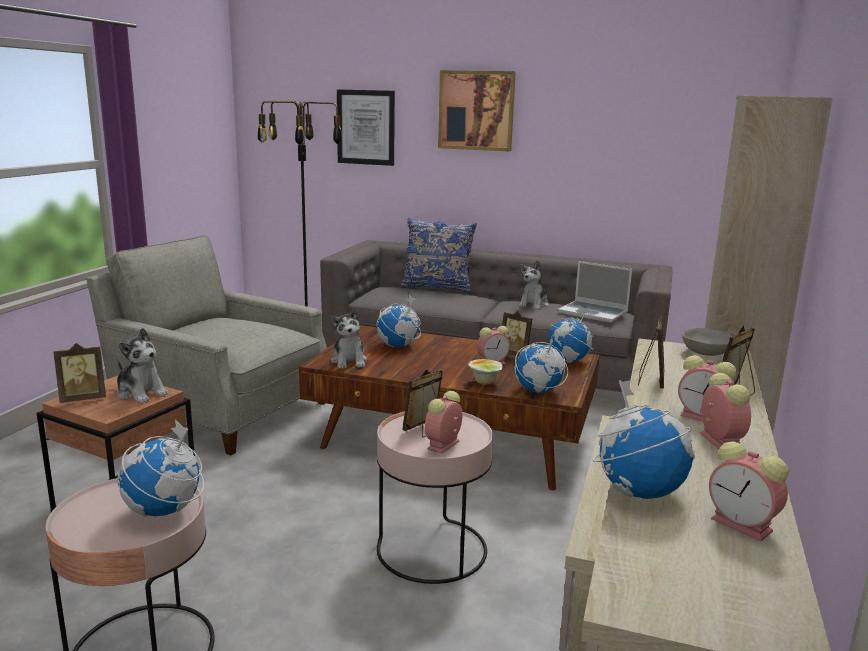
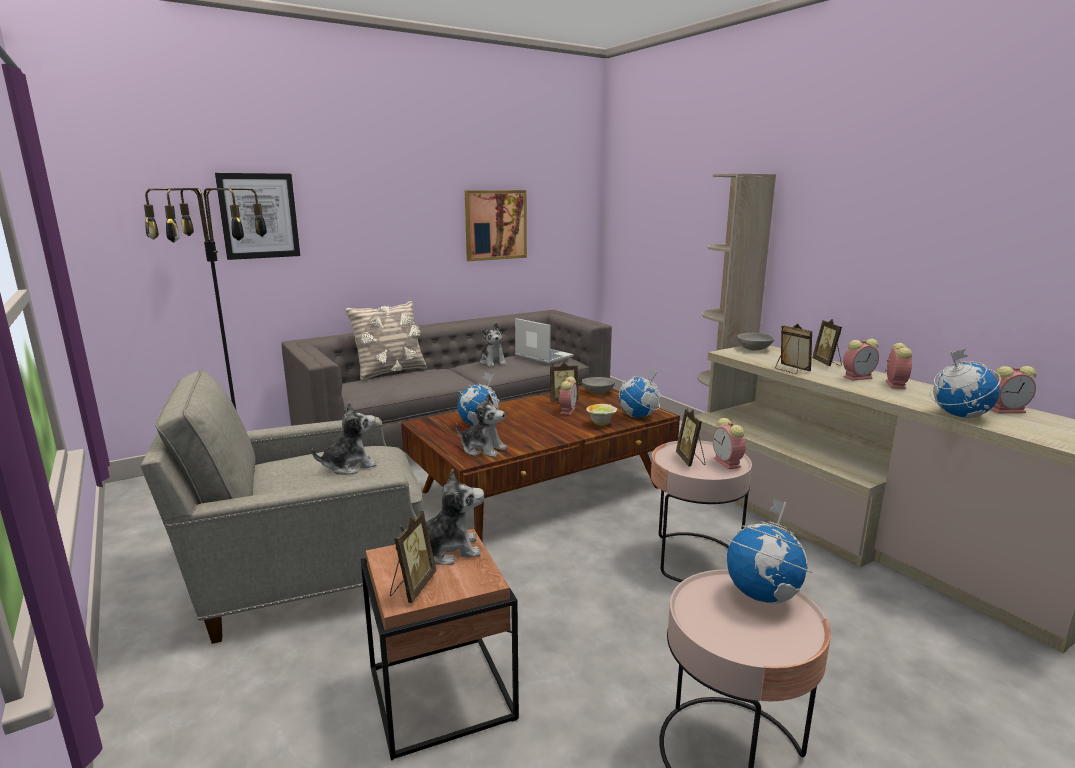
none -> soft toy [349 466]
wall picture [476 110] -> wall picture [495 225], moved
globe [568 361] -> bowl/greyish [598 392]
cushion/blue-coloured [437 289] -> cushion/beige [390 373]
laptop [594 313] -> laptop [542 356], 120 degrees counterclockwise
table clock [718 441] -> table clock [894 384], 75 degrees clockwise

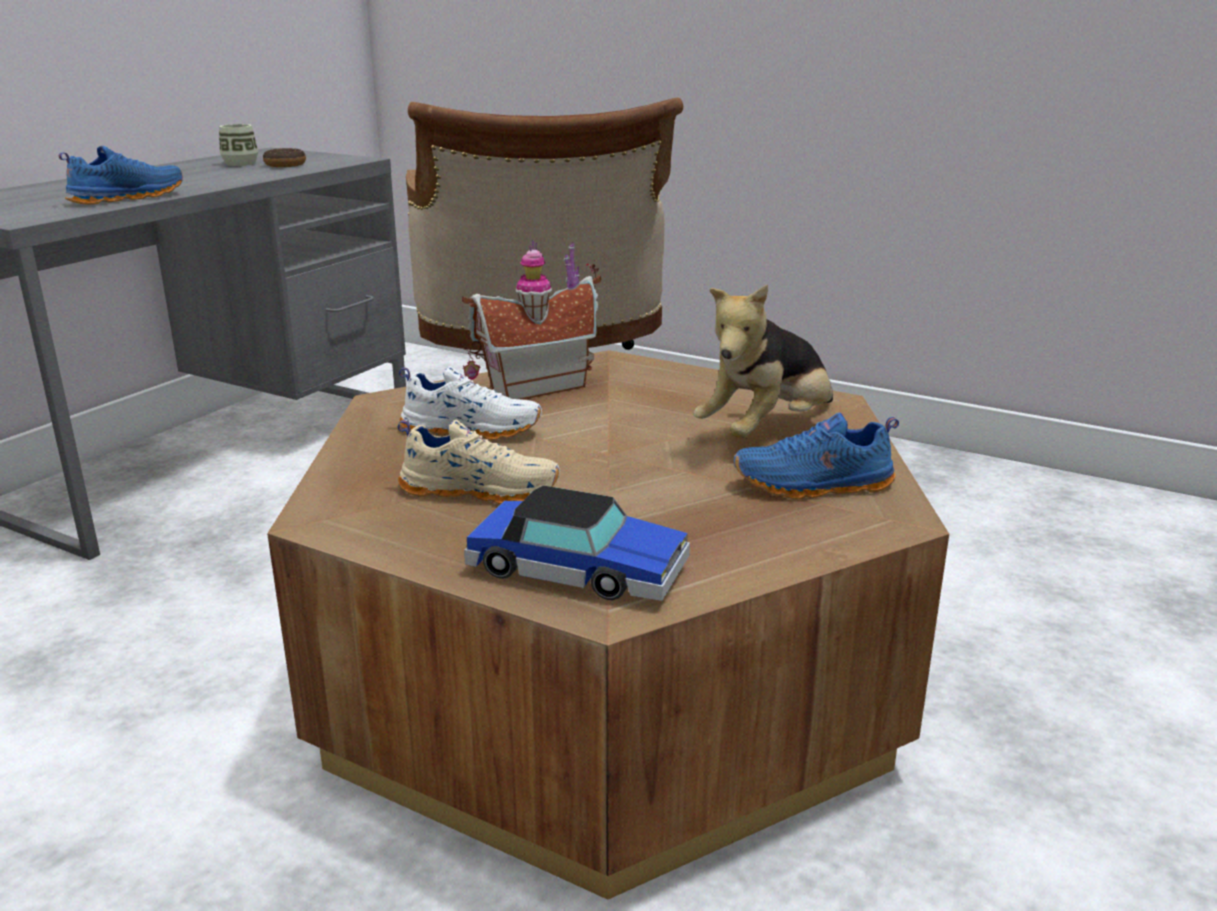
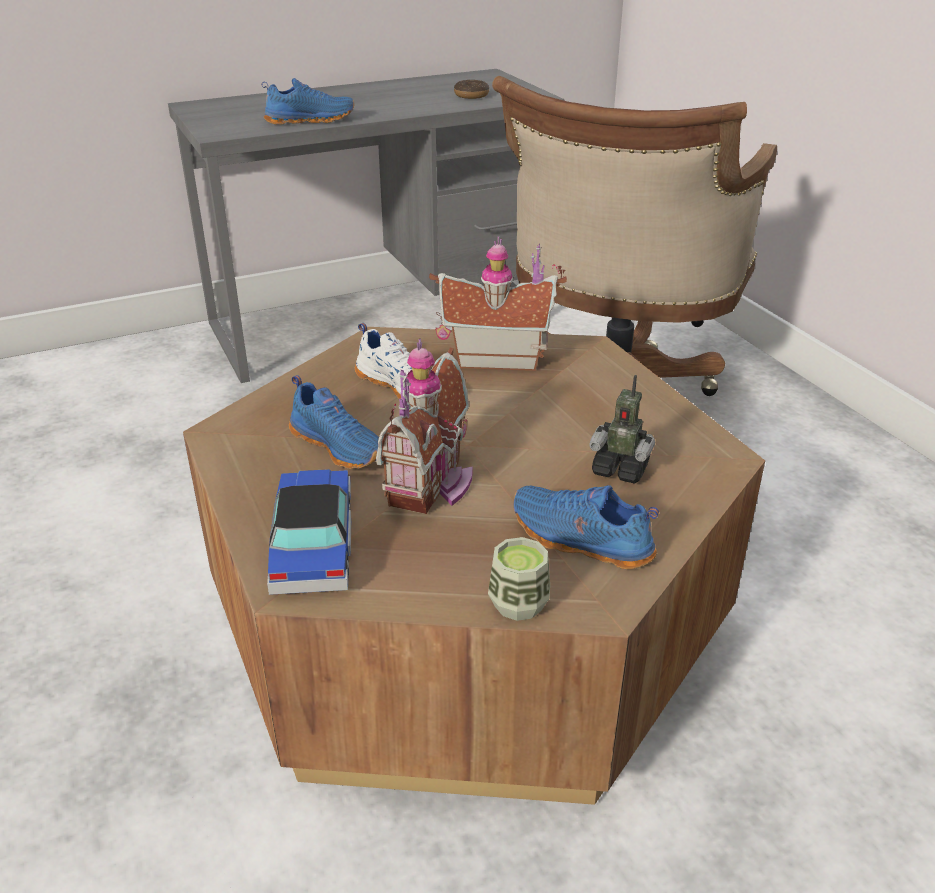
none -> model house [434 484]
cup [240 164] -> cup [518 603], moved
soft toy [767 431] -> toy robot [620 469]
low shoe/beige [481 490] -> low shoe/blue-coloured [340 446]
model car [578 569] -> model car [313 542], 150 degrees counterclockwise

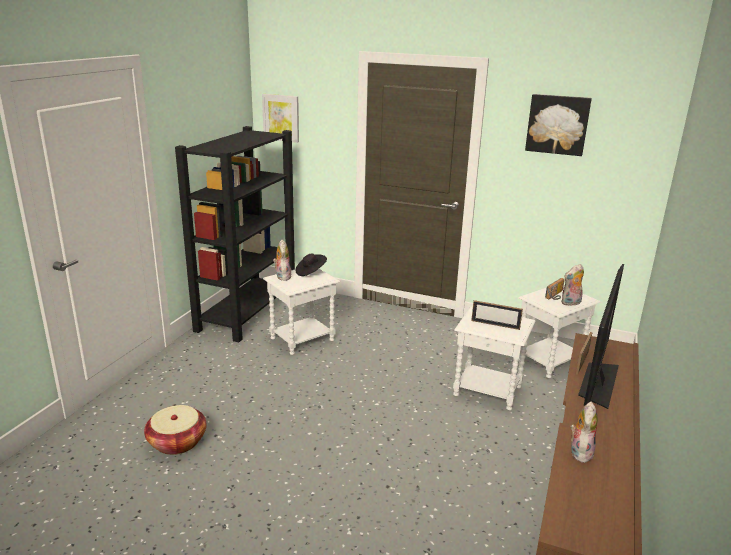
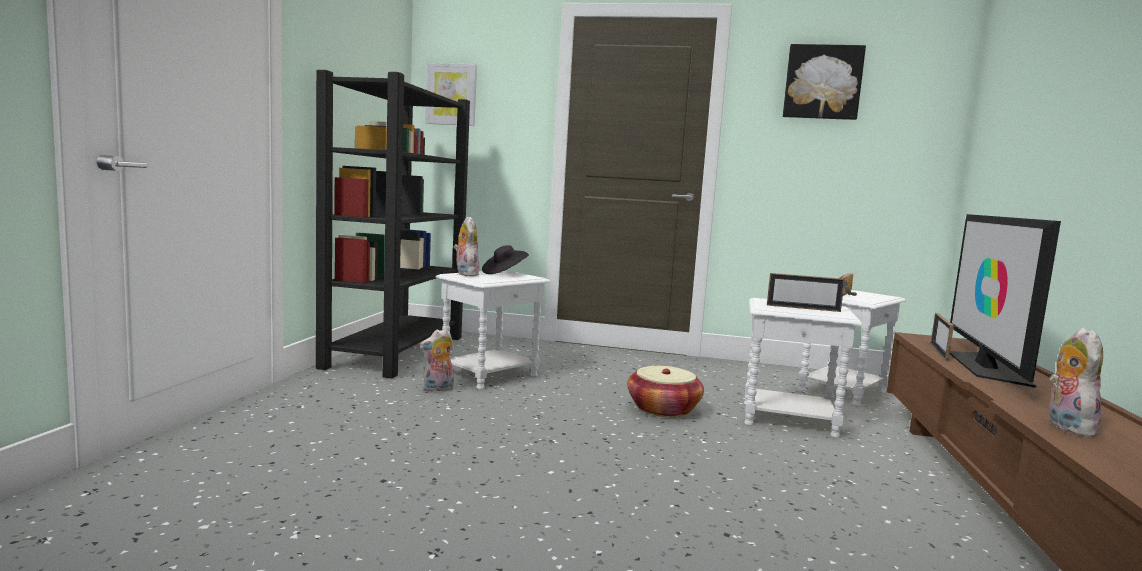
storage basket [177 442] -> storage basket [663 409], moved
soft toy [571 303] -> soft toy [438 389], moved

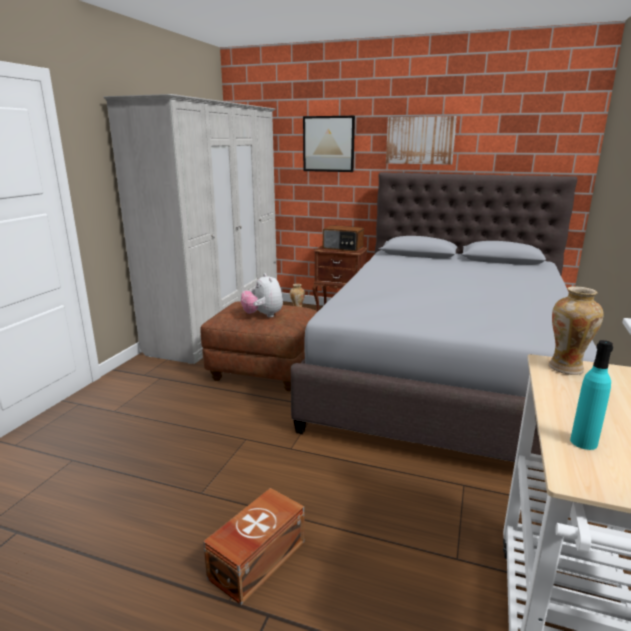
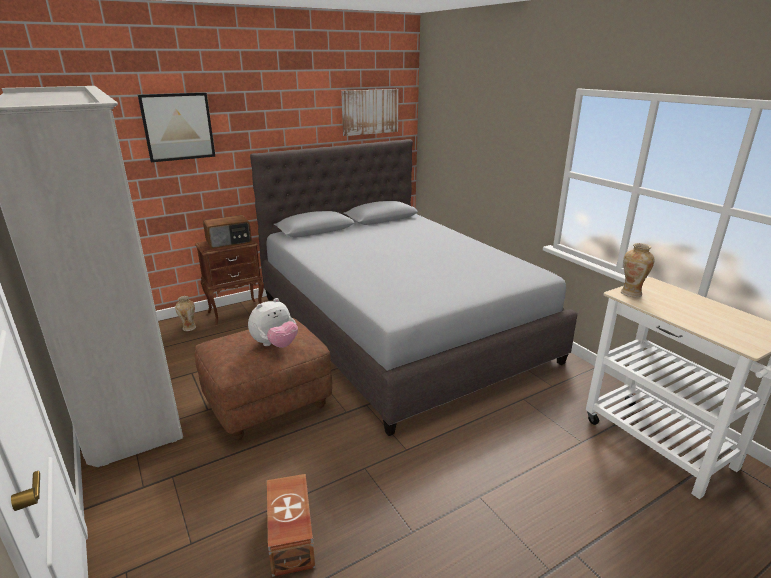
beverage bottle/turquoise-coloured [583 442] -> none
storage container/brown-coloured [255 559] -> storage container/brown-coloured [290 537], moved
wall picture [420 140] -> wall picture [370 112], moved
soft toy [263 315] -> soft toy [275 345], 60 degrees counterclockwise

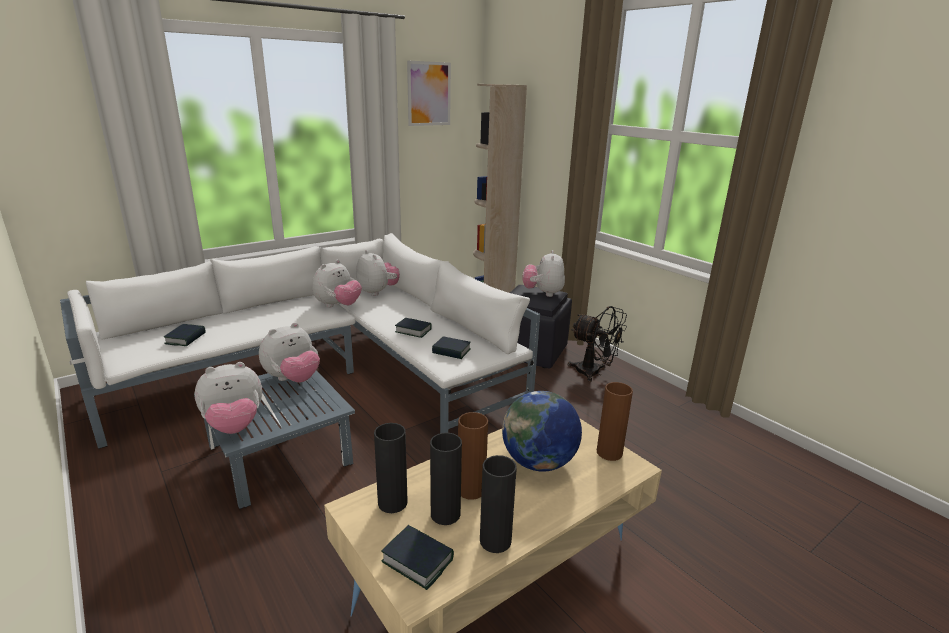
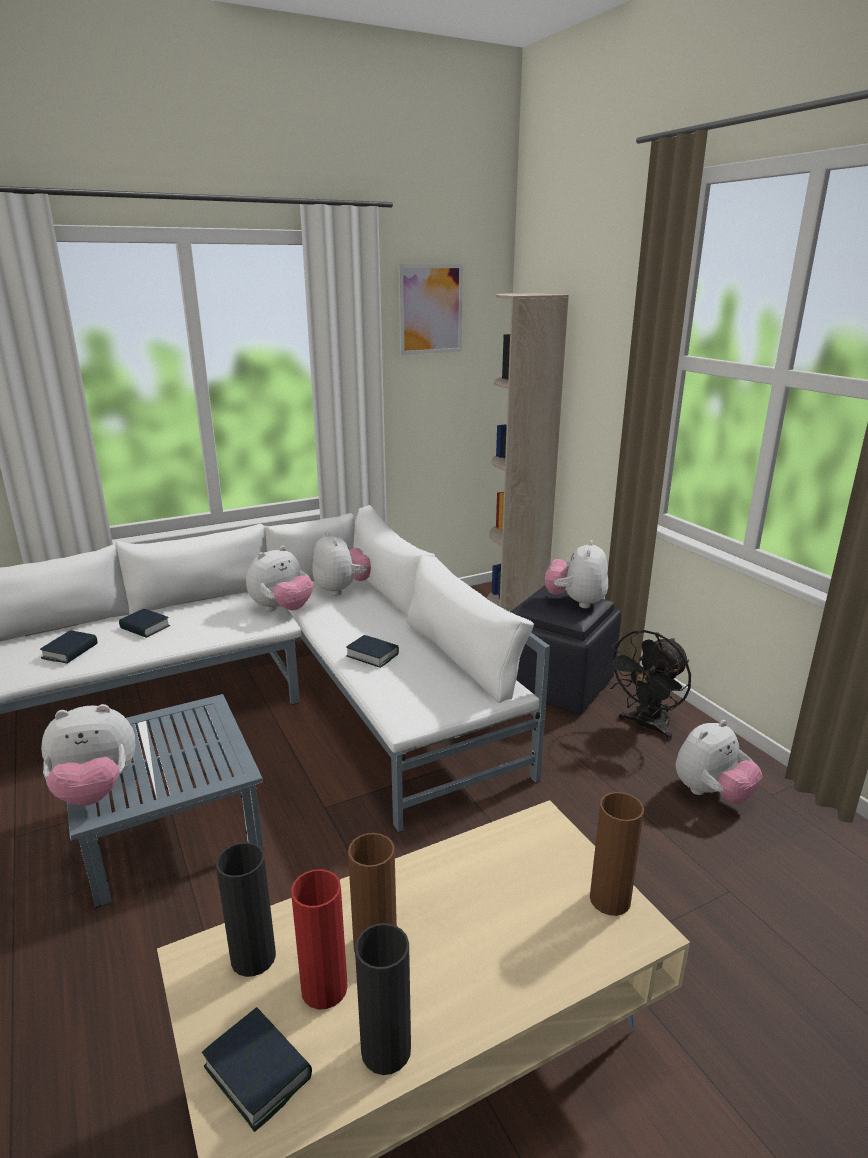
globe [538 462] -> none
soft toy [293 379] -> soft toy [711 793], moved
bound book [451 351] -> bound book [145 627], moved
decorative vase/black-coloured [445 514] -> decorative vase/red [324 988]
cooling fan/black-coloured [594 373] -> cooling fan/black-coloured [646 726], 90 degrees clockwise

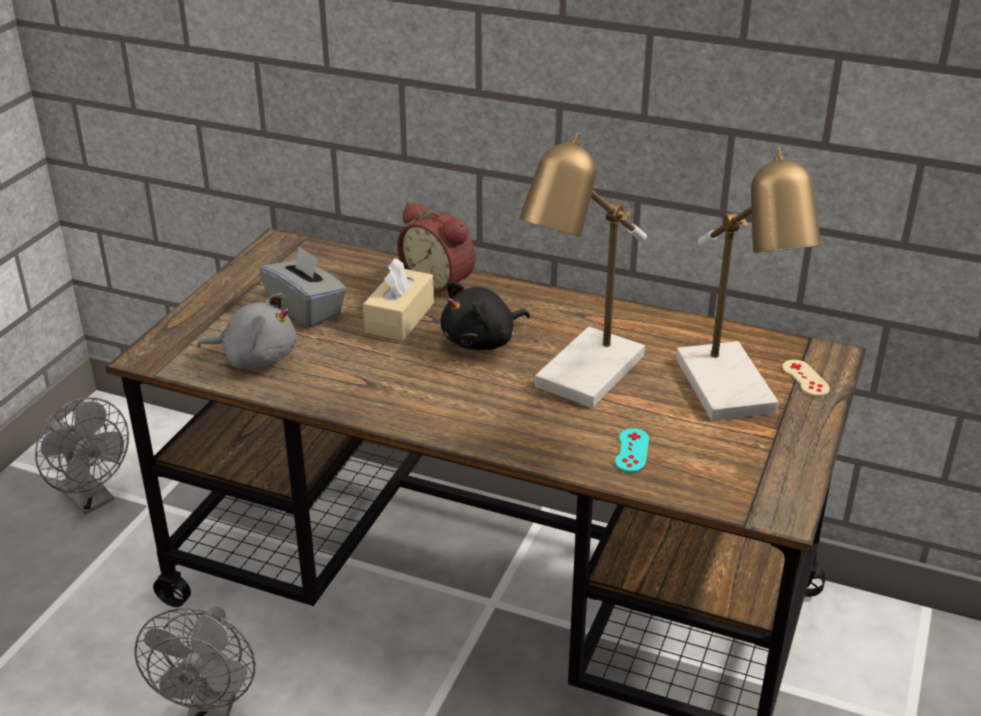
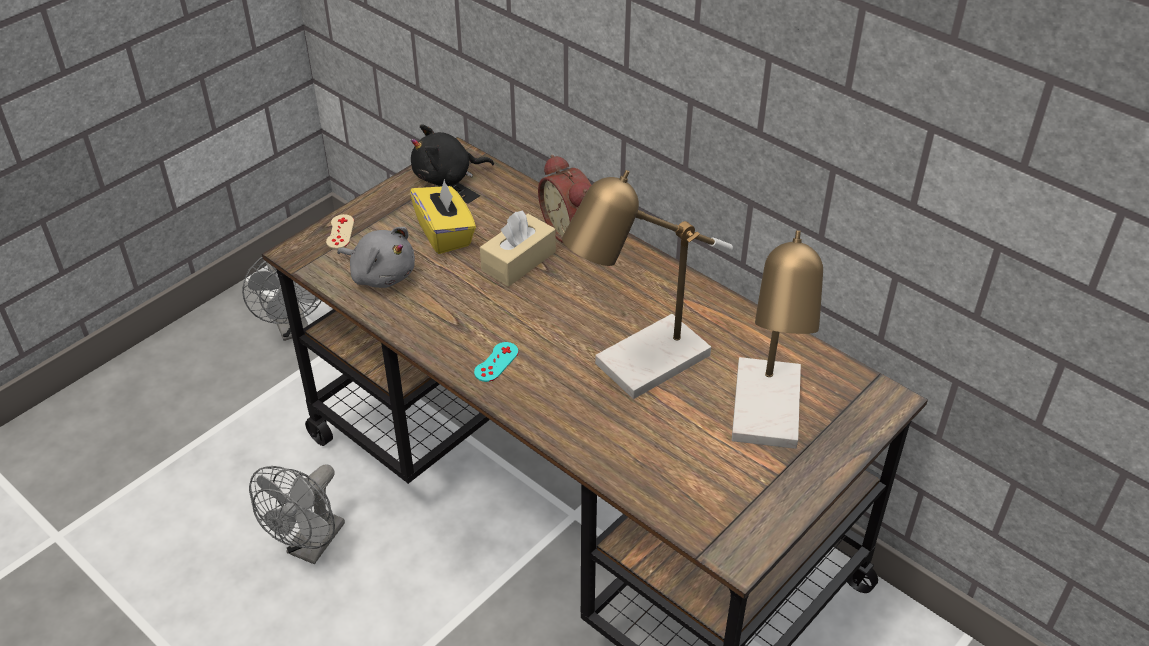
soft toy/black-coloured [482 341] -> soft toy/black-coloured [447 177], moved
joypad/turquoise-coloured [632 450] -> joypad/turquoise-coloured [496 362], moved
joypad/beige [805 378] -> joypad/beige [340 232], moved
tissue holder/greyish [306 309] -> tissue holder/yellowish [445 234]

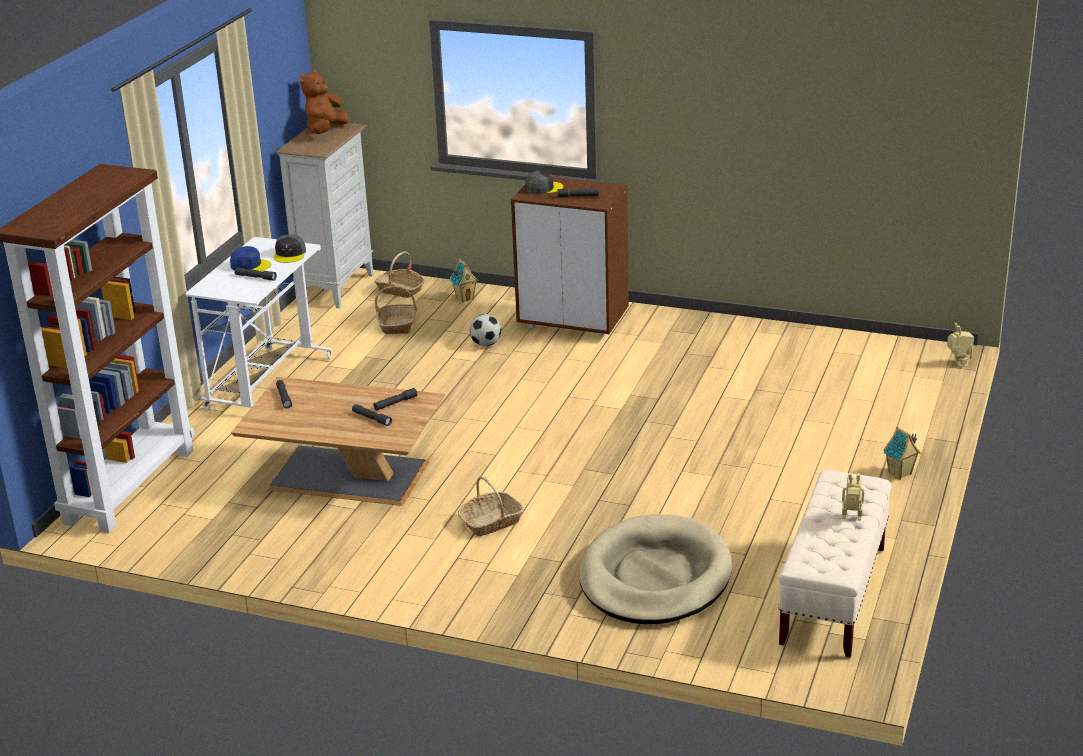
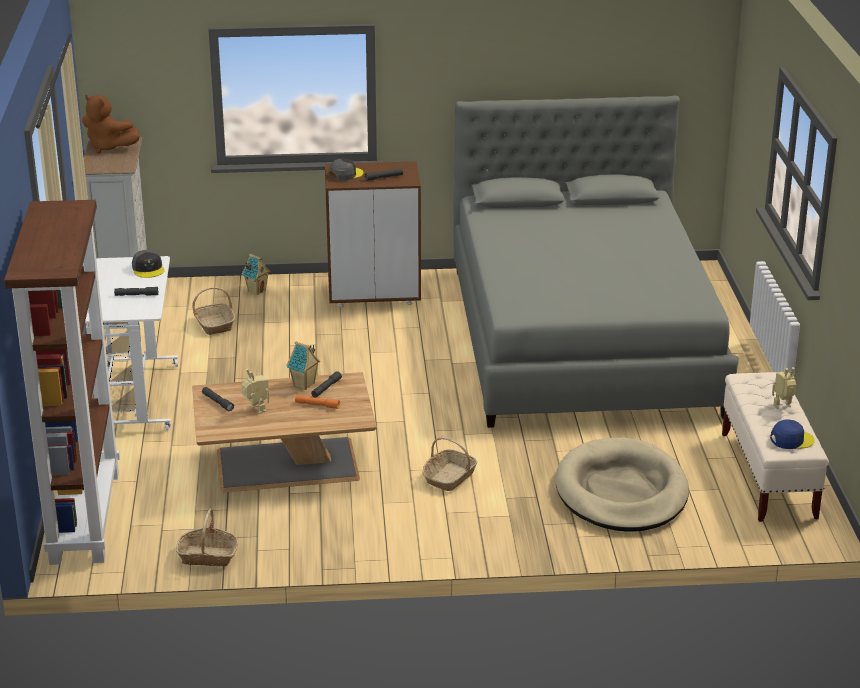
football ball [486 344] -> none
none -> sleeping bed/greyish [582 339]
peaked cap/blue-coloured [250 265] -> peaked cap/blue-coloured [791 440], moved
storage basket [400 290] -> storage basket [208 556], moved
model house [900 474] -> model house [304 385], moved
toy robot [958 364] -> toy robot [256 410], moved
flashlight/greyish [372 418] -> flashlight/orange-coloured [317 405]
soft toy/brown-coloured [325 131] -> soft toy/brown-coloured [108 147], 60 degrees counterclockwise

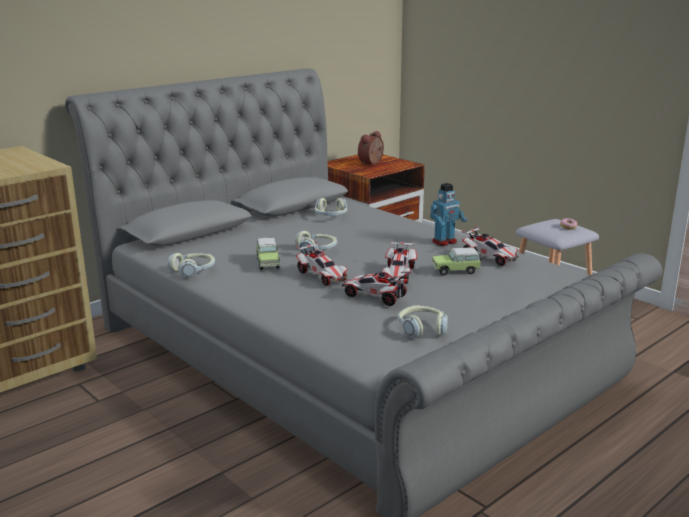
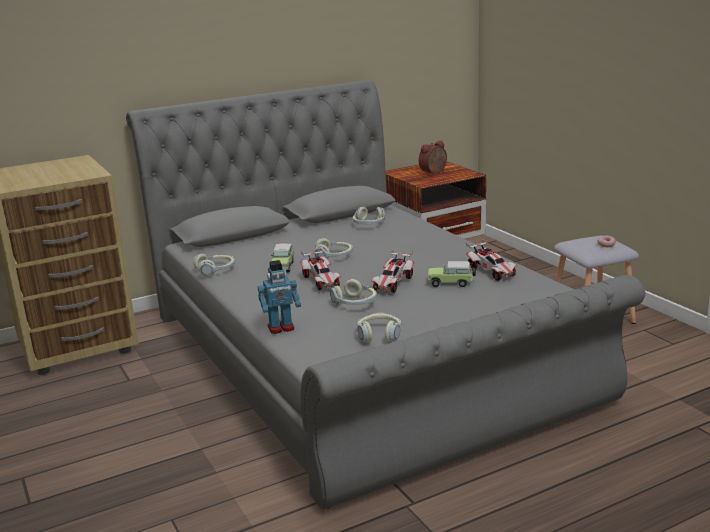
toy robot [445 242] -> toy robot [281 328], moved
model car [375 297] -> pair of headphones [355 303]

